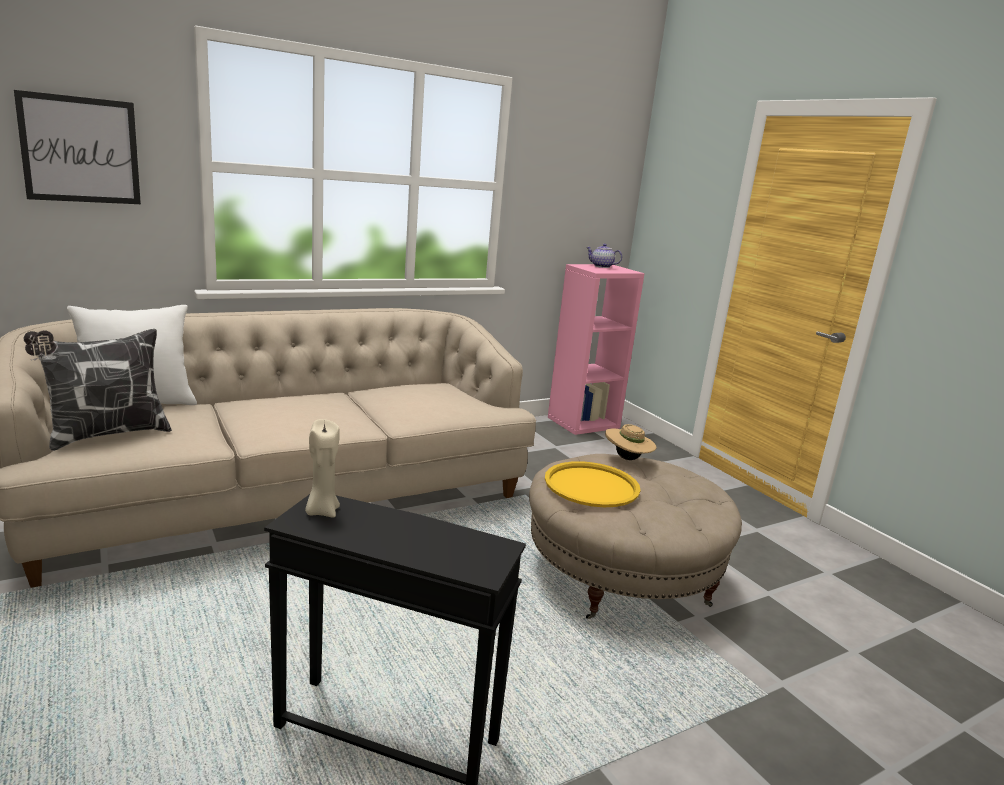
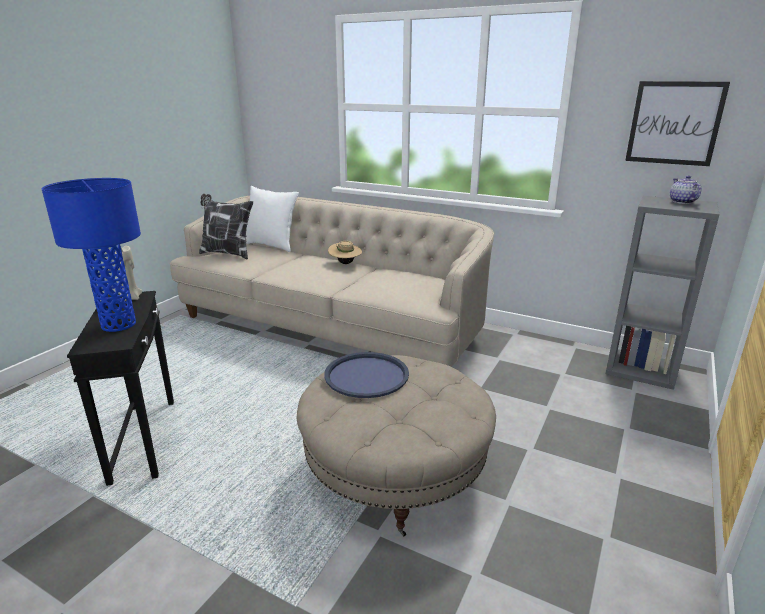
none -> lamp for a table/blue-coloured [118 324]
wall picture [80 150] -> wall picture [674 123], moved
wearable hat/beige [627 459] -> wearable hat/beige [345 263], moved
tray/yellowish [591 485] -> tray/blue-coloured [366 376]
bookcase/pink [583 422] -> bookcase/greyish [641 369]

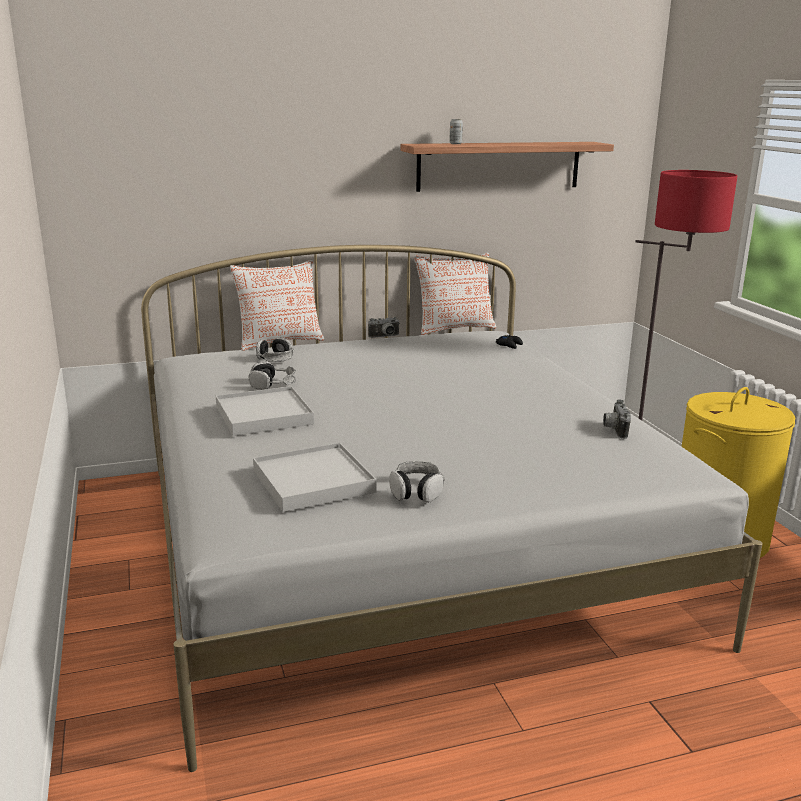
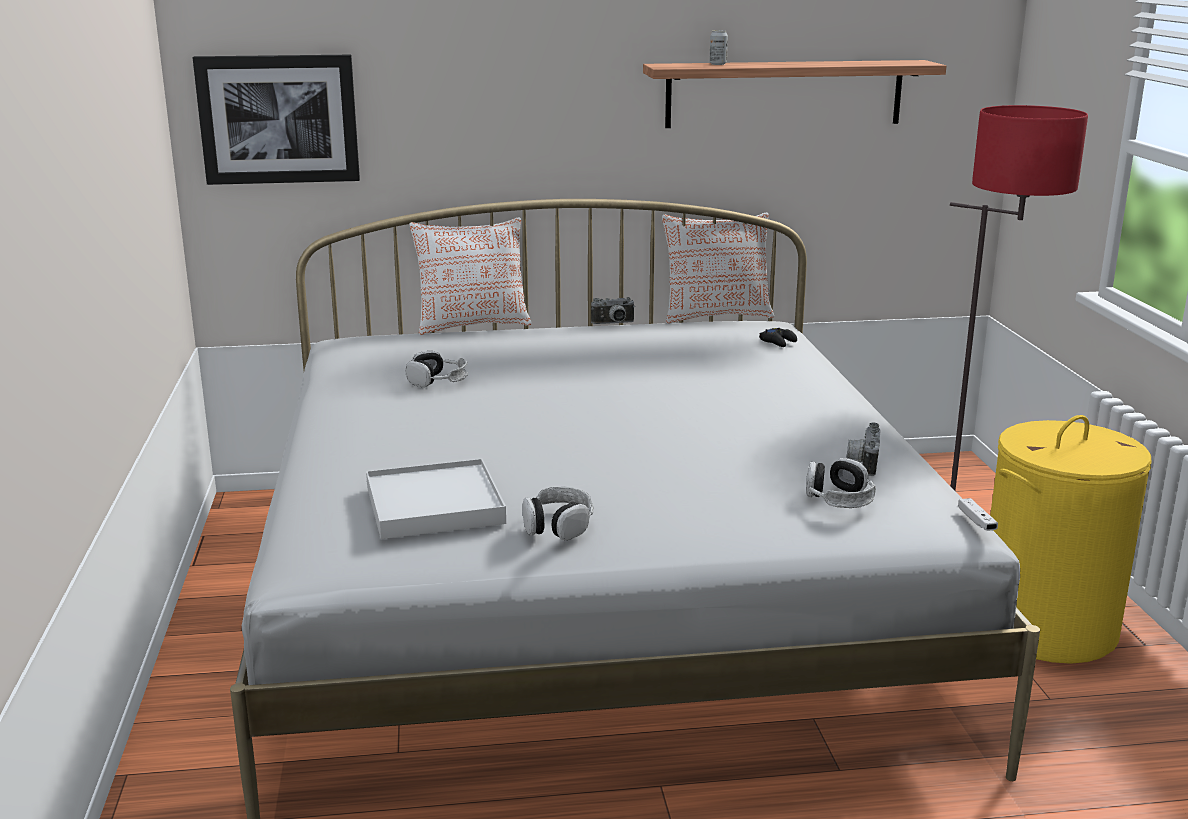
tray/white [263 415] -> none
none -> wall picture [278 119]
none -> joypad/white [976 521]
pair of headphones [275 359] -> pair of headphones [839 499], moved

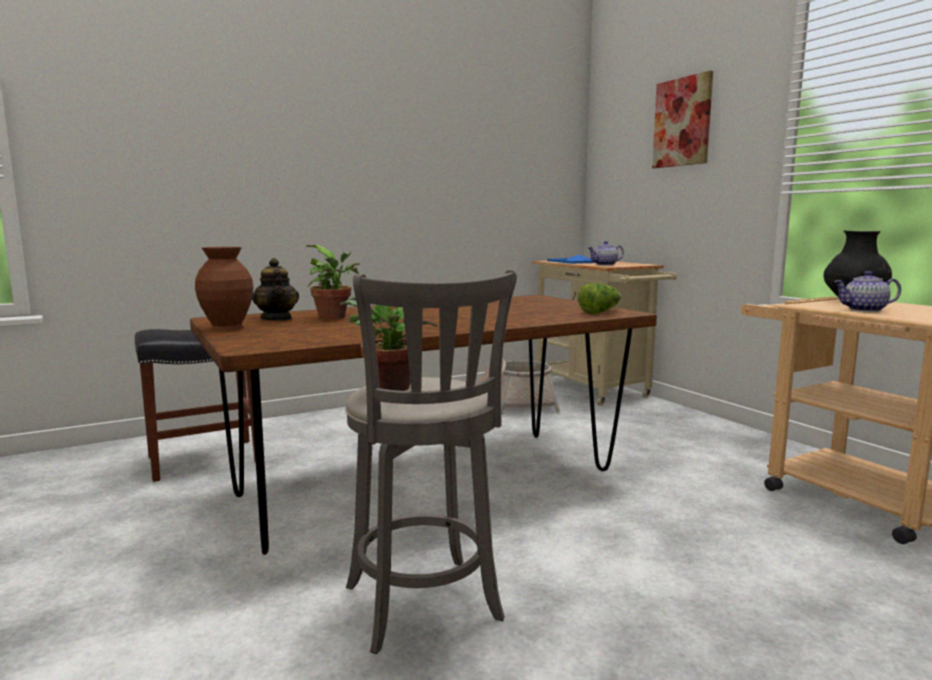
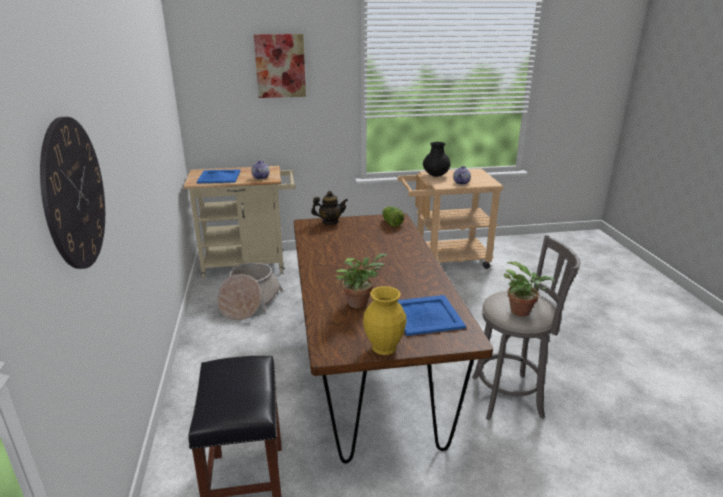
none -> clock on the wall [74 194]
none -> tray/blue-coloured [425 315]
tea pot [277 319] -> tea pot [330 222], moved
decorative vase/brown-coloured [228 327] -> decorative vase/yellowish [383 347]

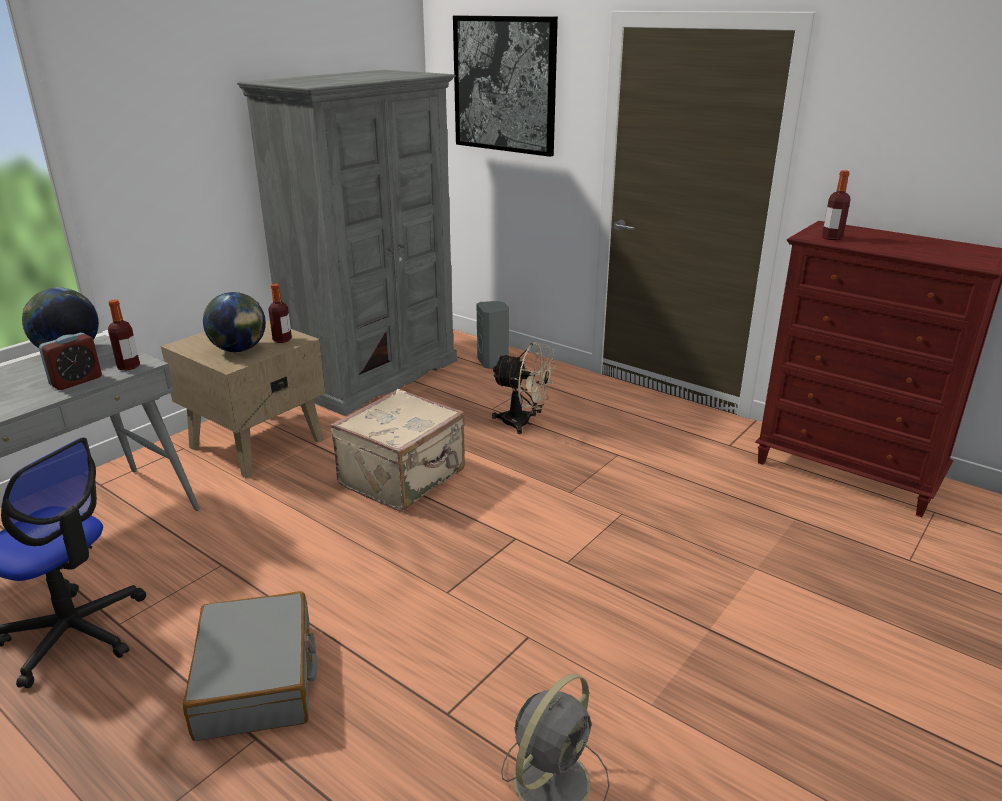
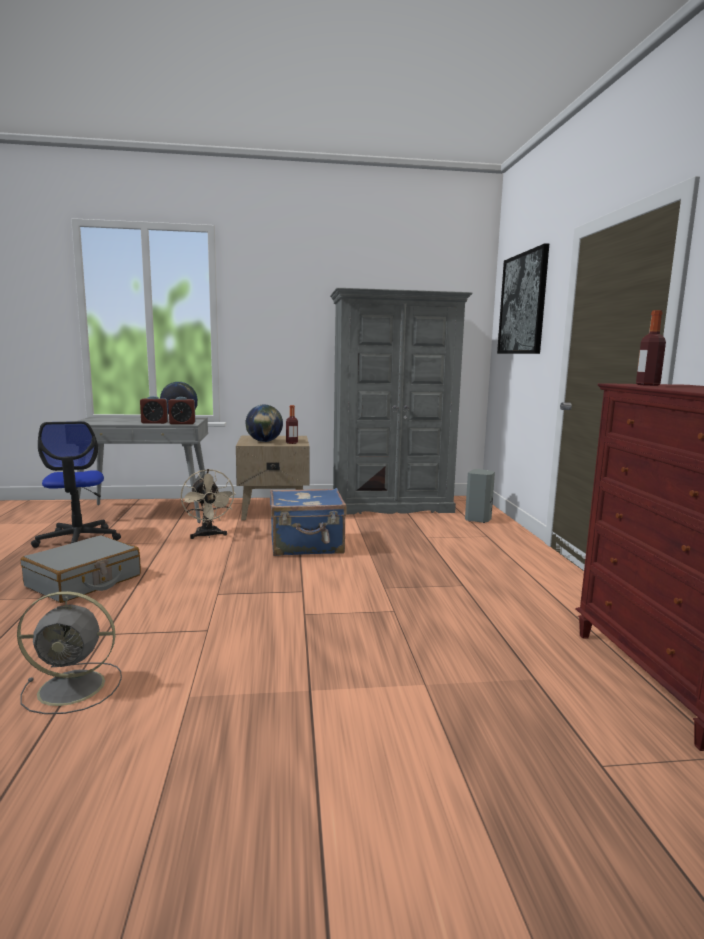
cooling fan/beige [523 423] -> cooling fan/beige [208 535], moved
beverage bottle [128 366] -> table clock [182 423]
suitcase/beige [404 478] -> suitcase/blue-coloured [307 546]

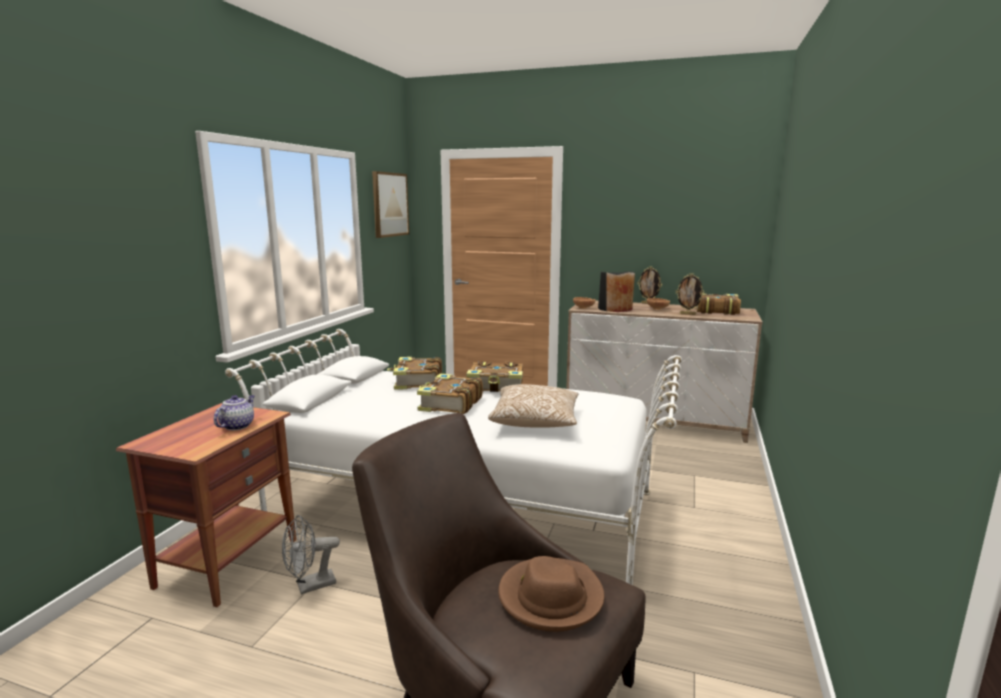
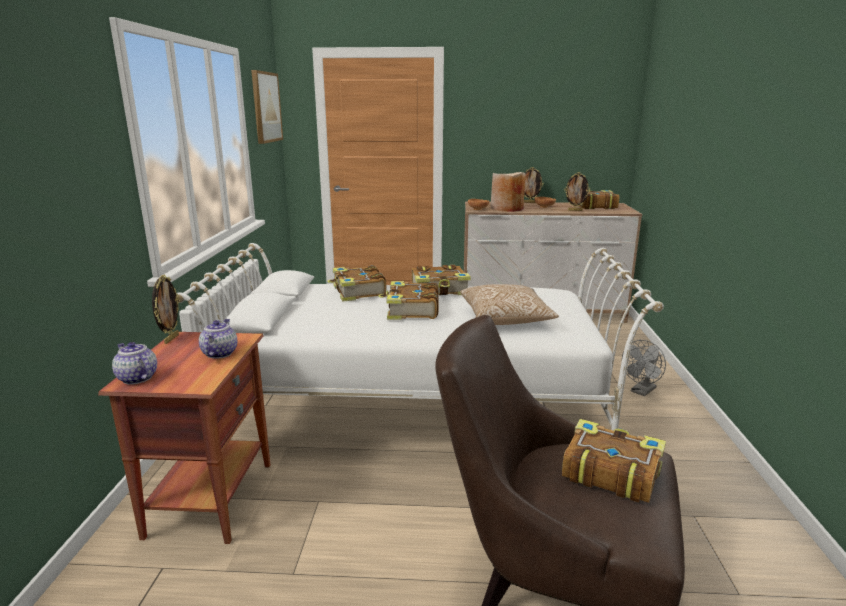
none -> tea pot [136 378]
none -> standing frame [171 339]
cooling fan/greyish [310 586] -> cooling fan/greyish [641 391], moved
wearable hat/brown-coloured [550 597] -> bound book [609 472]
decorative vase/black-coloured [615 309] -> decorative vase/beige [507 209]

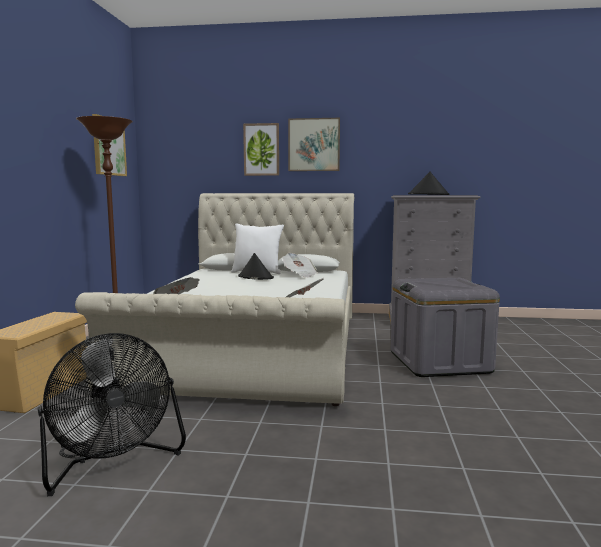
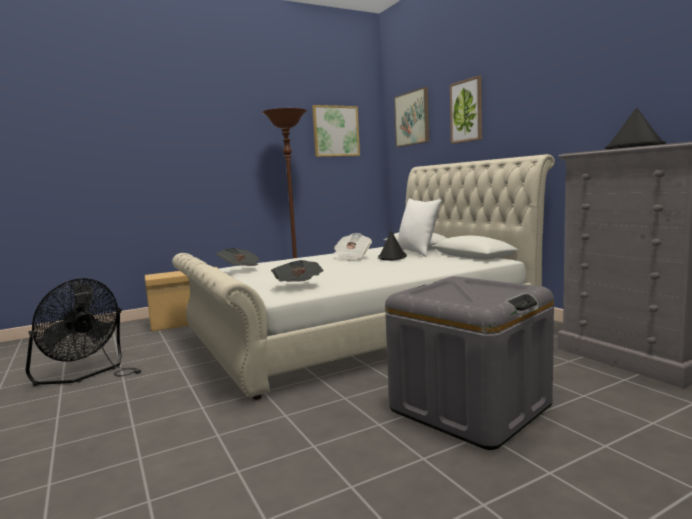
printed paper [300 275] -> printed paper [352 258], moved
wall picture [314 145] -> wall picture [412 118], moved
cooling fan/black-coloured [107 463] -> cooling fan/black-coloured [93 371], 105 degrees clockwise

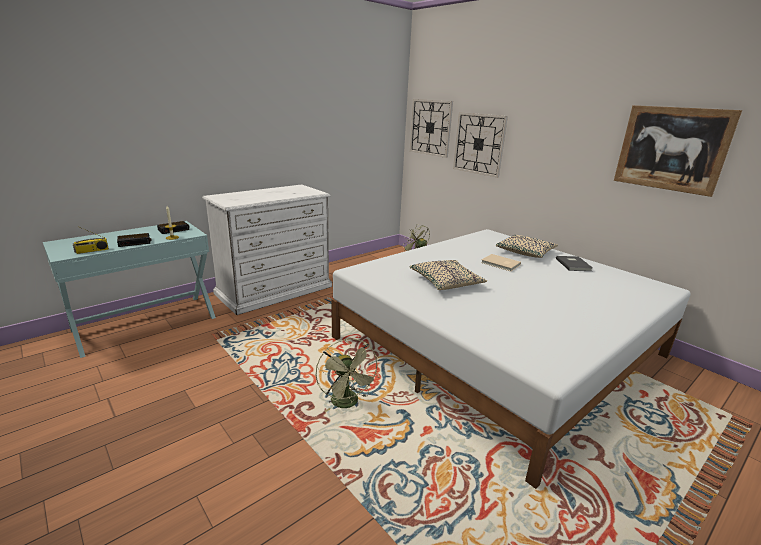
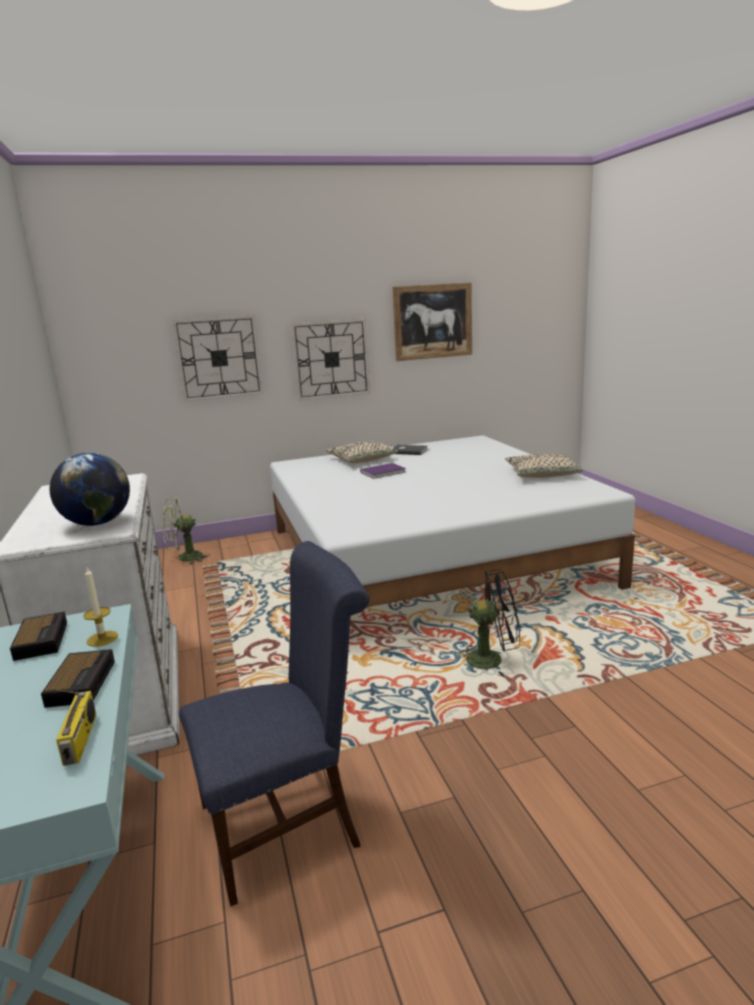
none -> globe [97 523]
none -> chair/blue-coloured [289 821]
clock on the wall [430 127] -> clock on the wall [331 359], moved
cushion/beige [446 282] -> cushion/beige [541 474], moved
cooling fan/greenish [347 403] -> cooling fan/black-coloured [492 659]
bound book/beige [500 264] -> bound book/purple [384 472]

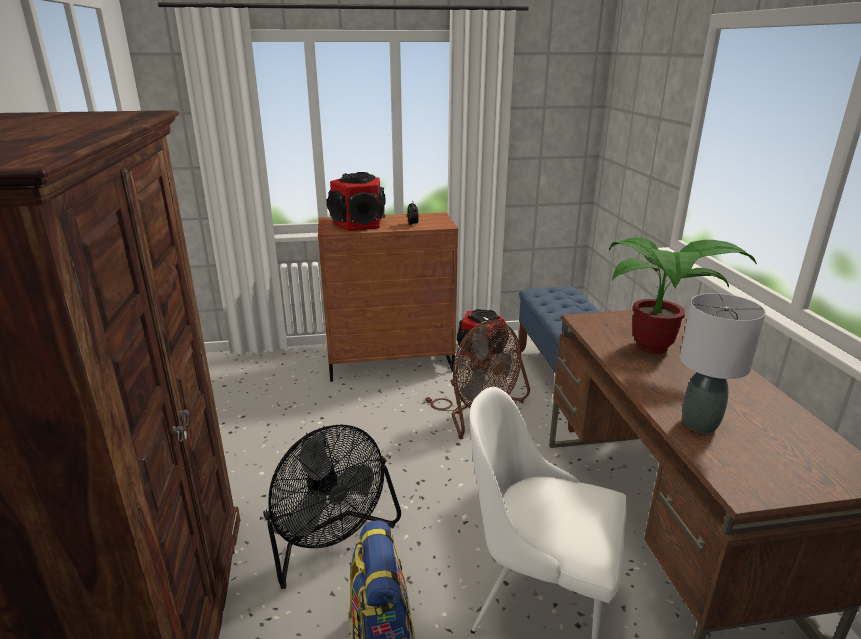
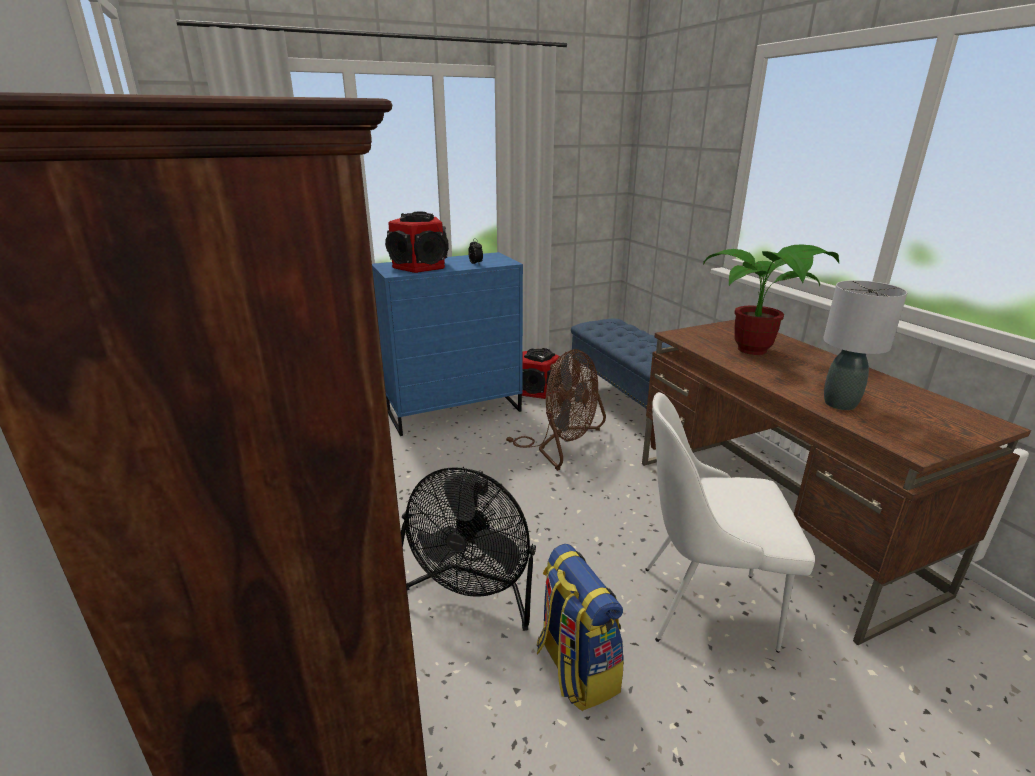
chest of drawers/brown-coloured [391 363] -> chest of drawers/blue-coloured [454 411]
cooling fan/black-coloured [324 541] -> cooling fan/black-coloured [470 588], 75 degrees clockwise

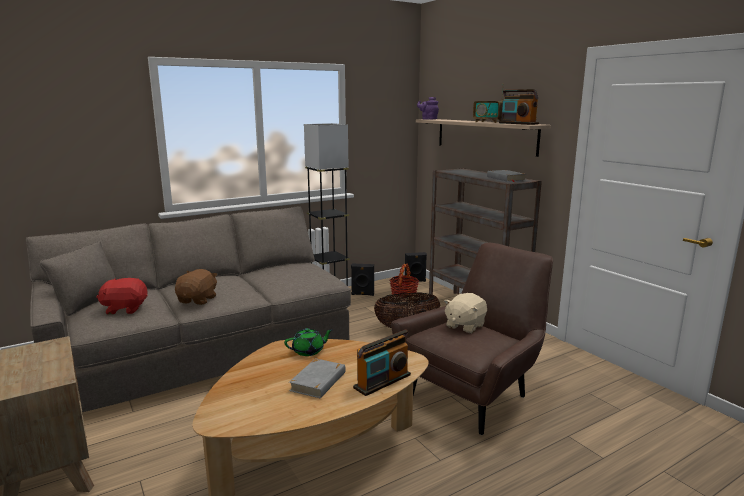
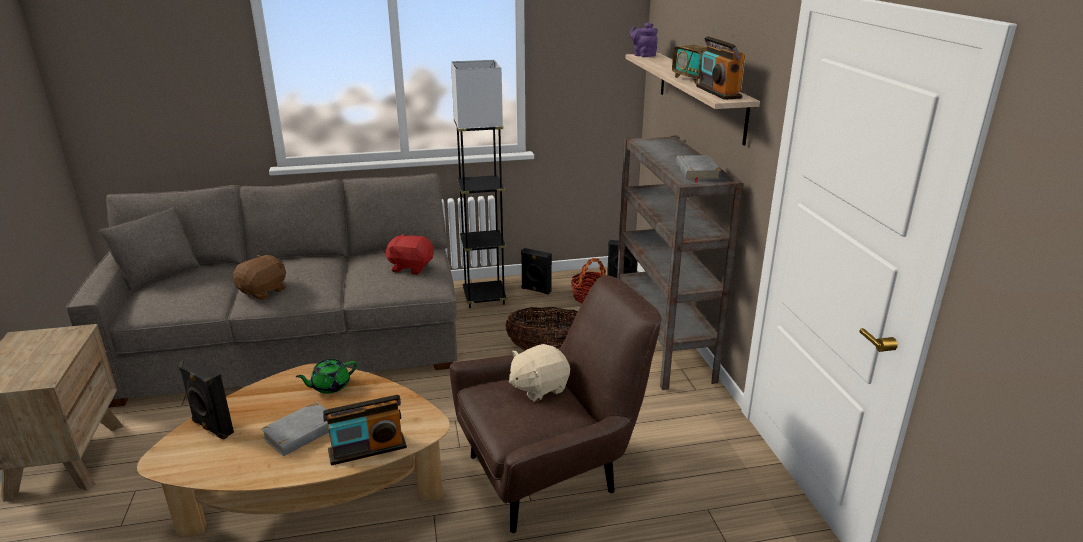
none -> speaker/black-coloured [212 428]
soft toy/red [125 309] -> soft toy/red [411 267], moved
tea pot/greenish [309 351] -> tea pot/greenish [330 386], 150 degrees clockwise

